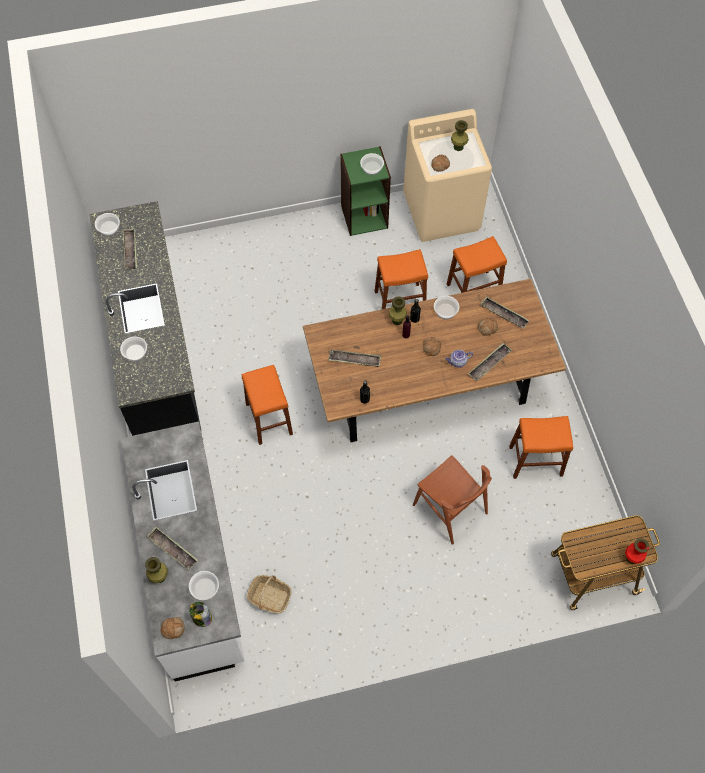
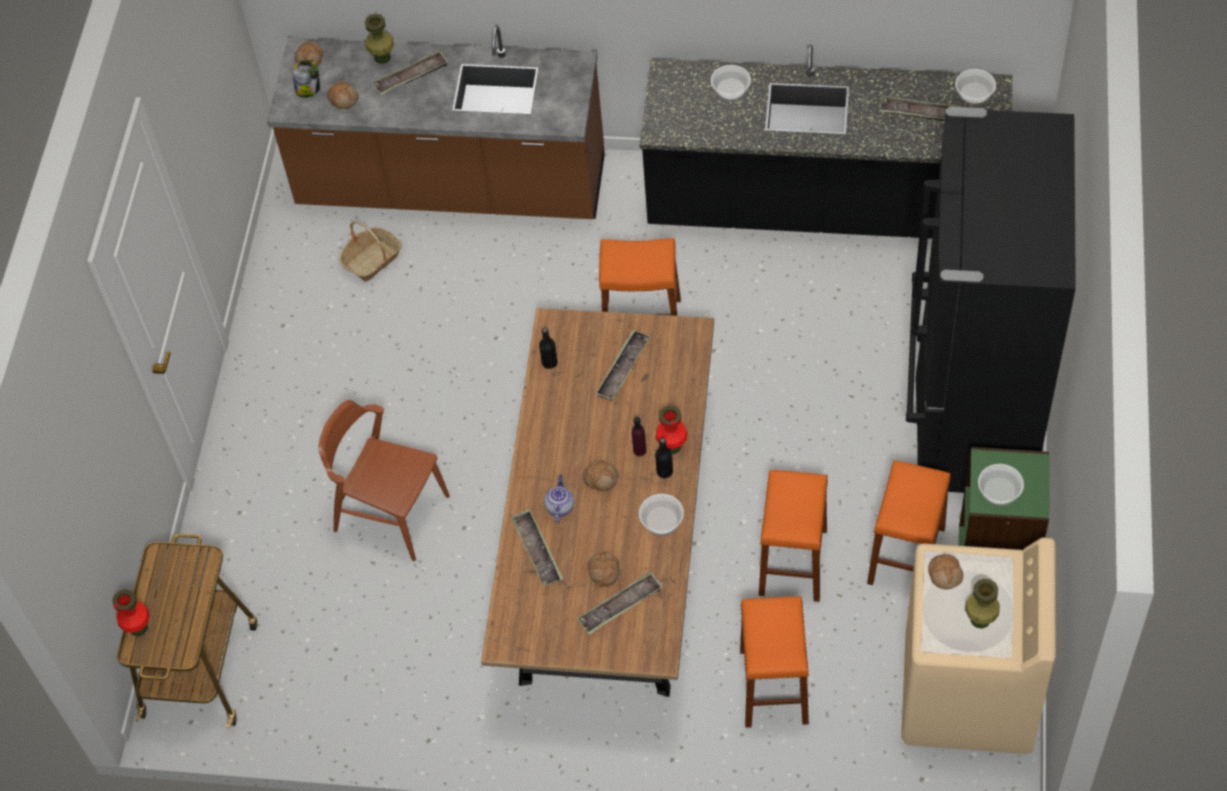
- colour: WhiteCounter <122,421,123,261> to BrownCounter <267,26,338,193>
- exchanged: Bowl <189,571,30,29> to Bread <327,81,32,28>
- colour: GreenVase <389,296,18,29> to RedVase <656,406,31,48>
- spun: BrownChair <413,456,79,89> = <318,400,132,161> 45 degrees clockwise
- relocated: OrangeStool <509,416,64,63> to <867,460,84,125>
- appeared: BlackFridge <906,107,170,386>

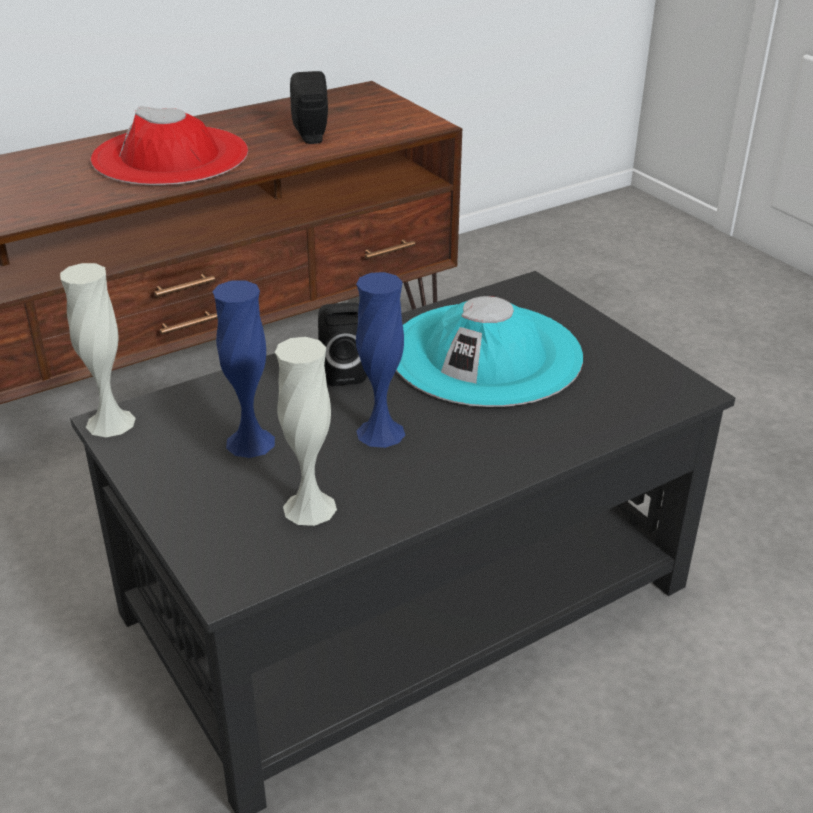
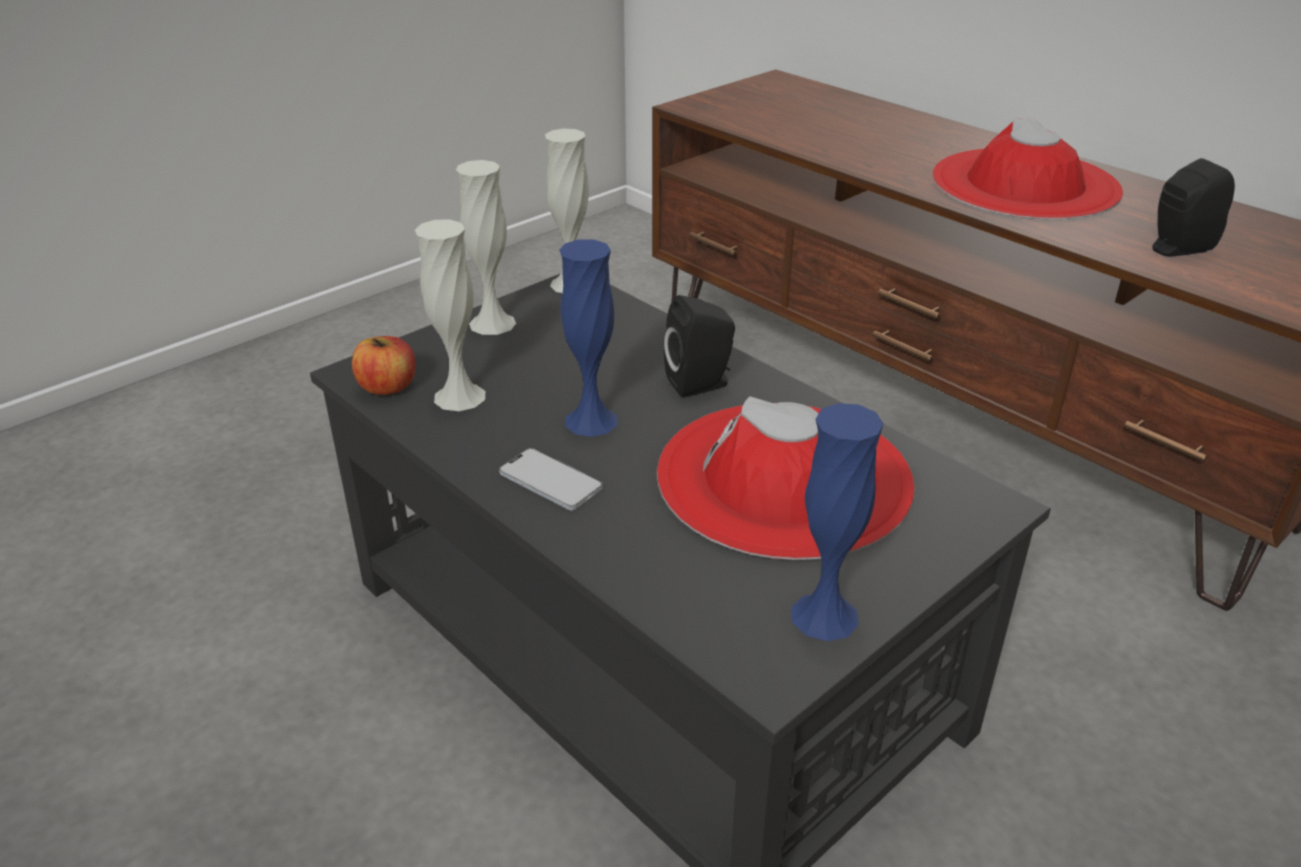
- relocated: BlueVase <212,280,63,178> to <791,403,93,238>
- colour: TurquoiseHat <396,296,187,111> to RedHat <657,396,257,164>
- appeared: Apple <352,336,64,59>
- appeared: WhiteVase <456,160,60,175>
- appeared: Phone <499,448,104,63>

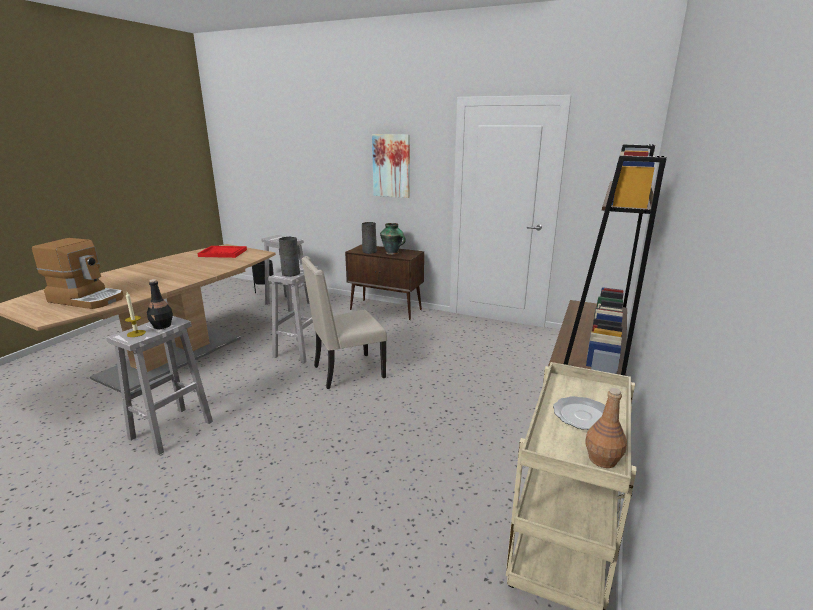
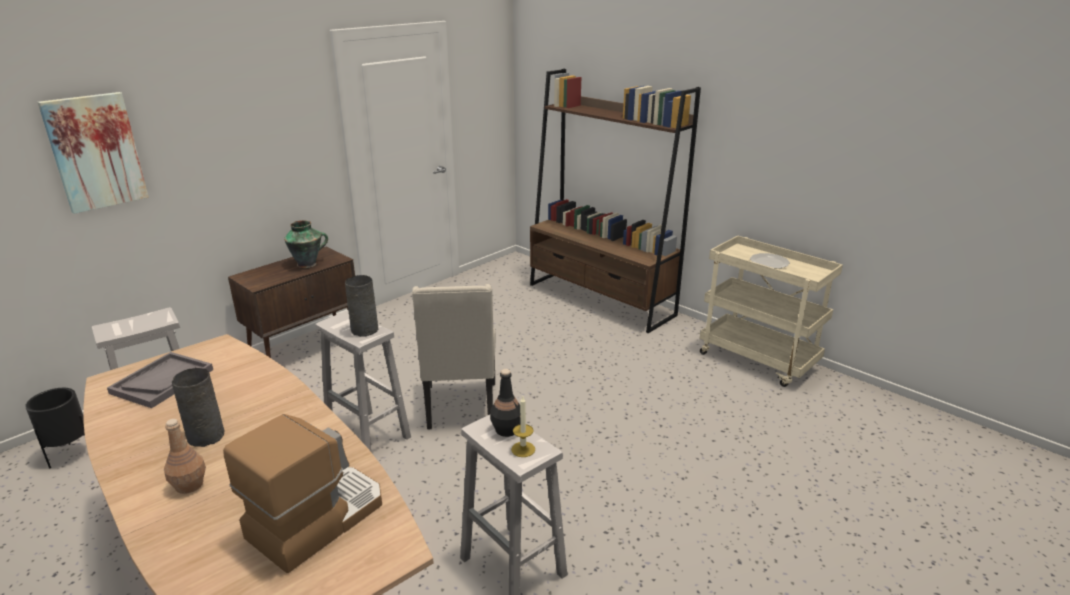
- colour: RedTray <198,246,49,12> to GreyTray <107,352,106,56>
- relocated: GreyVase <362,222,15,32> to <172,368,52,79>
- relocated: Picture <372,134,38,64> to <37,92,112,122>
- relocated: BrownBottle <585,388,42,80> to <164,419,42,75>

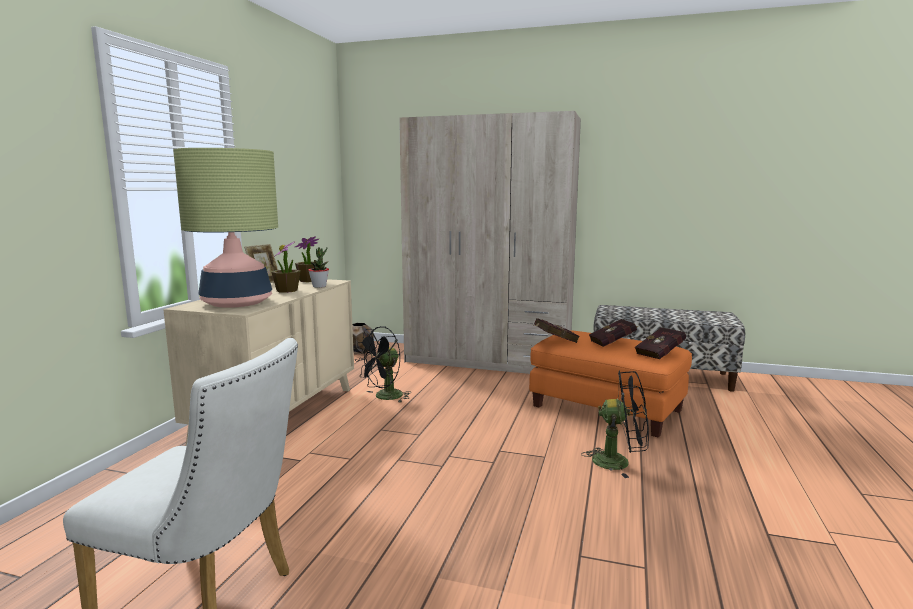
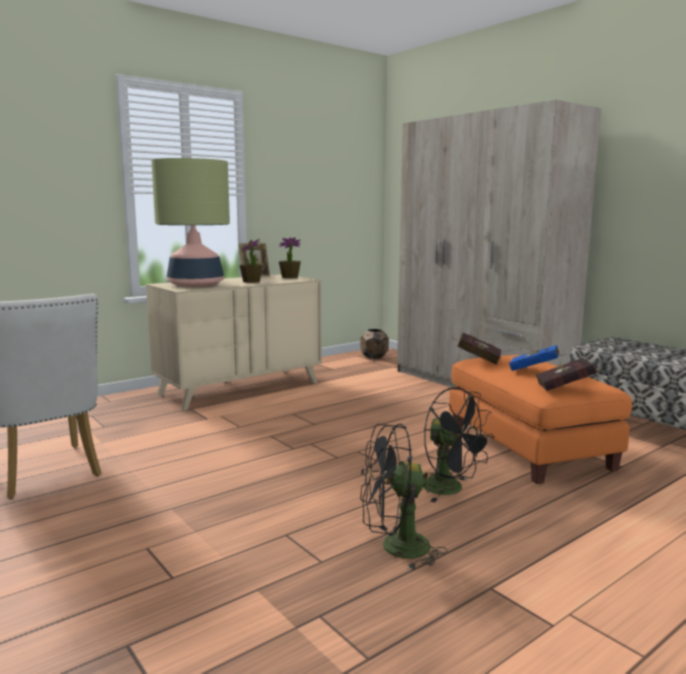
- missing: PottedPlant <308,247,21,41>
- relocated: BlackFan <355,326,55,76> to <360,424,87,146>
- colour: RedBook <589,319,50,28> to BlueBook <509,345,57,26>

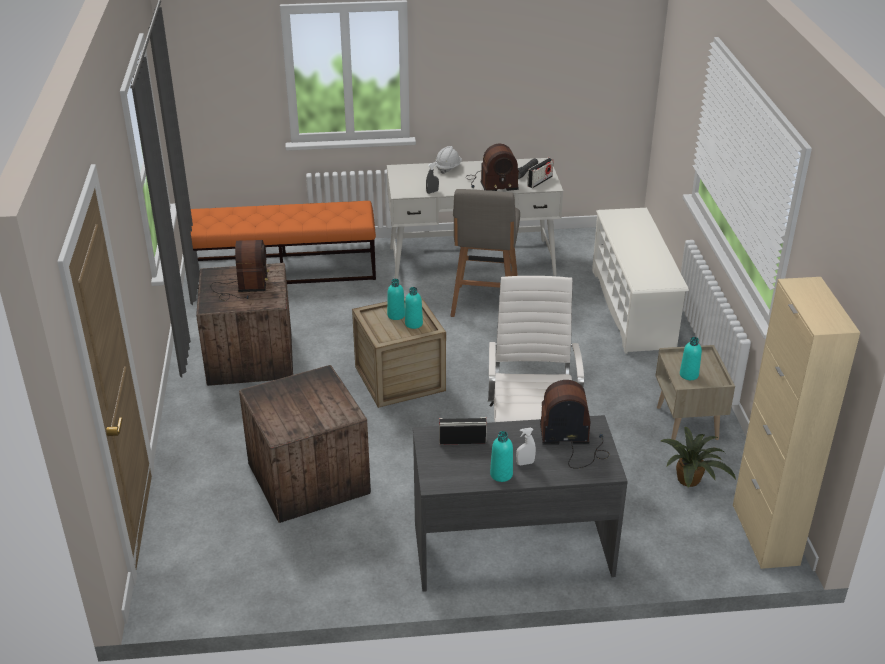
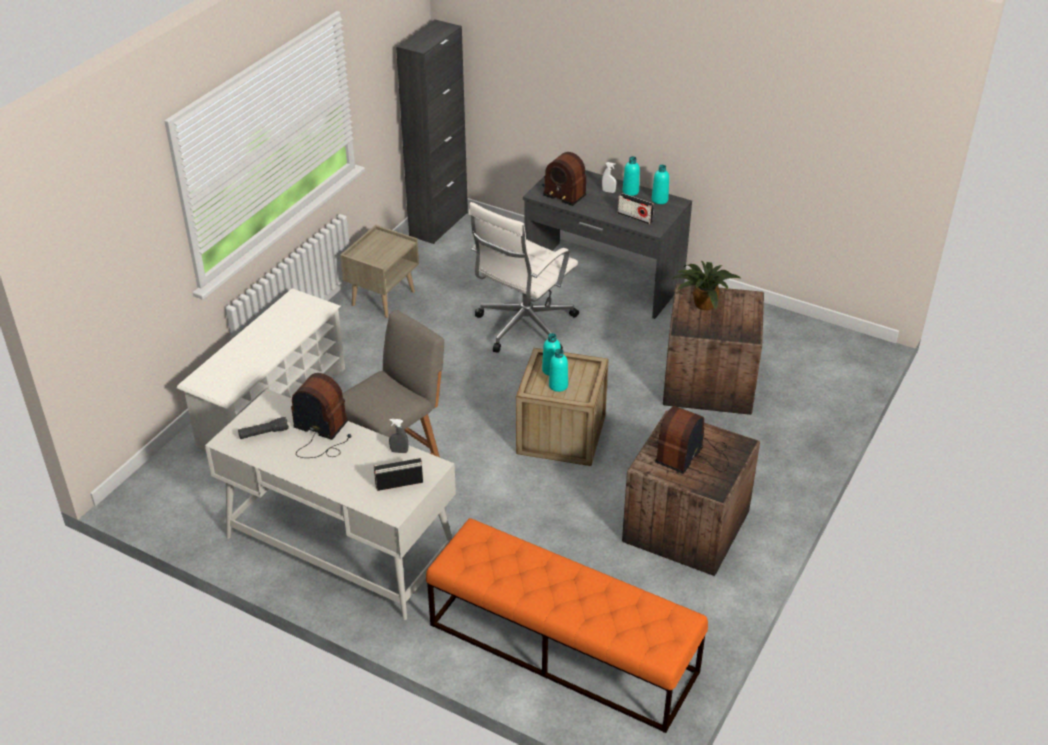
- missing: WhiteHardHat <435,146,27,28>
- relocated: Radio <527,158,27,30> to <374,457,49,34>
- relocated: PottedPlant <659,427,77,61> to <672,260,69,50>
- relocated: TurquoiseBottle <680,337,22,43> to <652,165,17,39>
- colour: BeigeCabinet <733,277,127,292> to BlackCabinet <396,19,72,225>

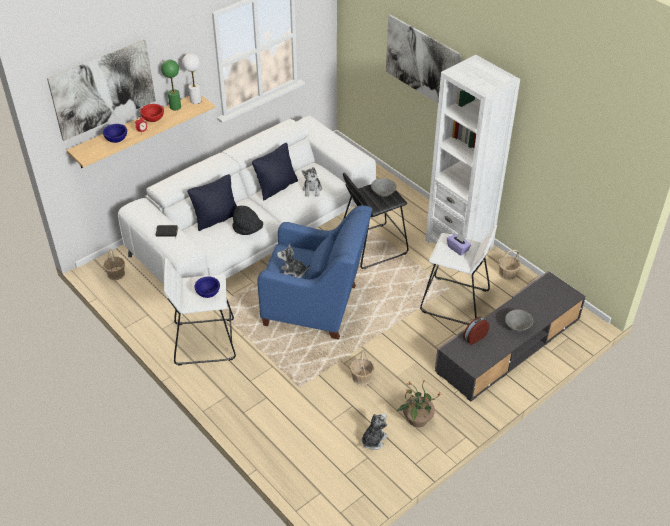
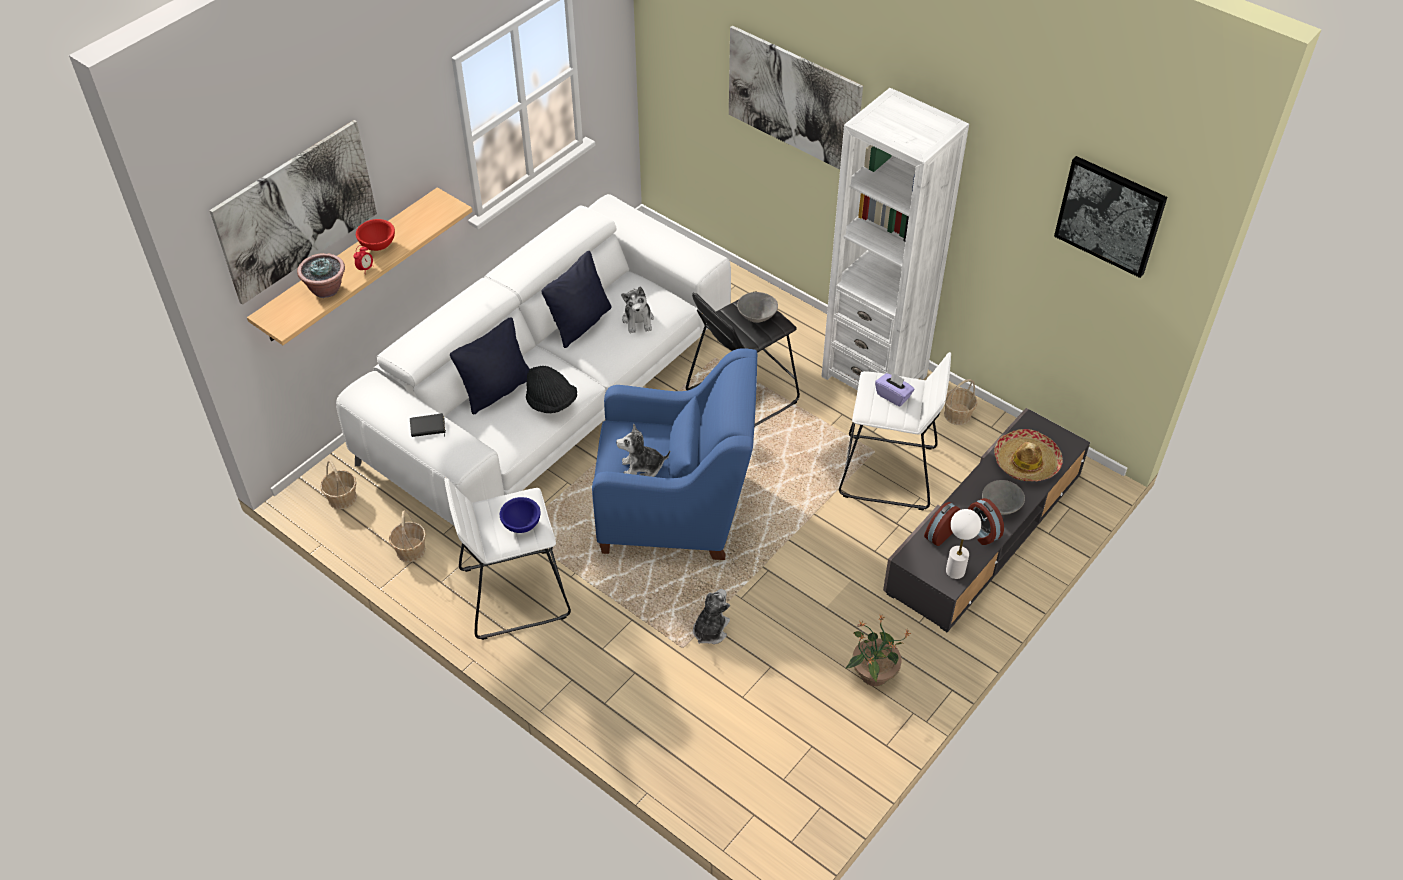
- exchanged: BlueBowl <103,124,24,19> to PottedPlant <297,253,48,45>
- missing: GreenTableLamp <161,60,20,50>
- relocated: WhiteTableLamp <182,53,20,51> to <946,509,35,70>
- relocated: Basket <350,350,24,35> to <389,511,37,51>
- relocated: PlushToy <362,413,26,37> to <693,589,37,55>
- appeared: AlarmClock <968,498,36,47>
- appeared: Hat <994,429,69,52>
- appeared: Picture <1054,156,113,122>

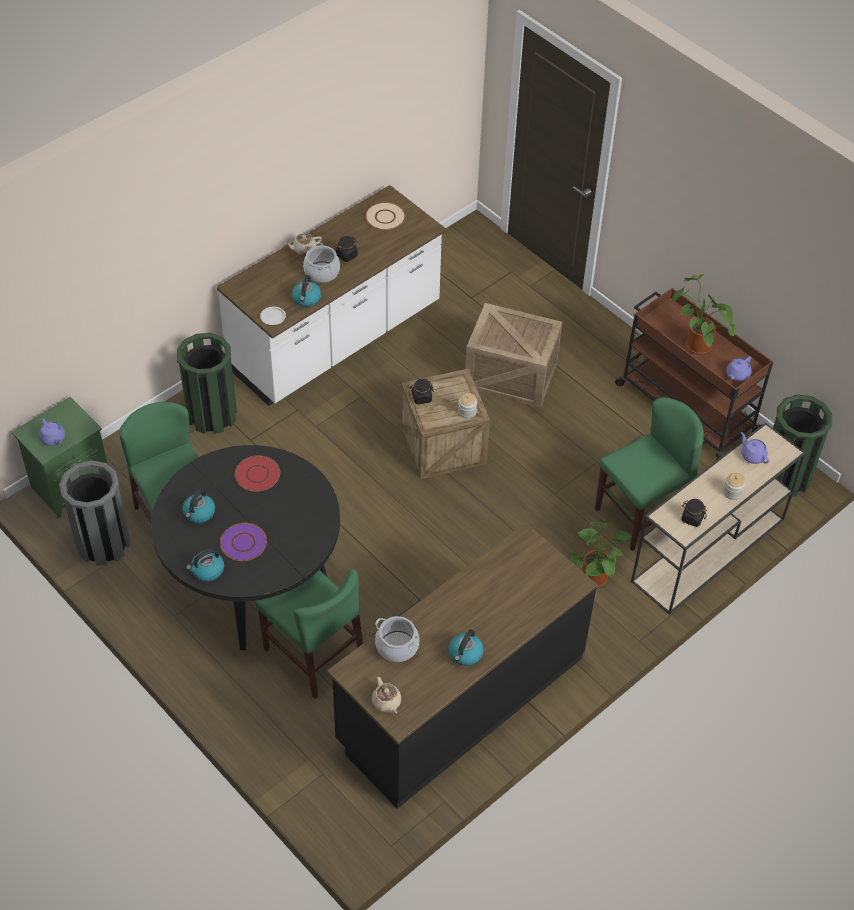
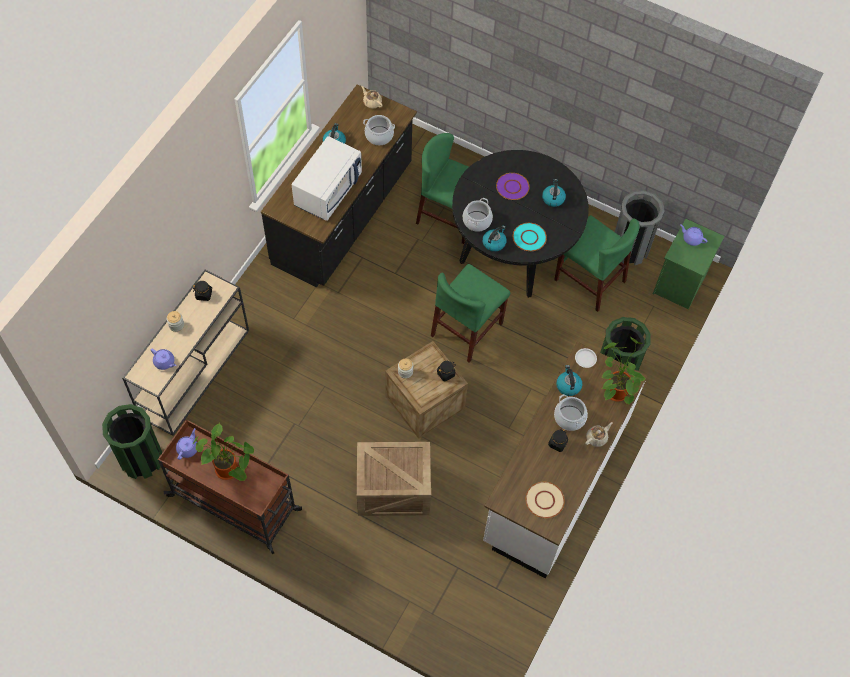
- relocated: Kettle <186,549,38,33> to <482,225,24,27>
- colour: RedPlate <235,456,45,36> to TurquoisePlate <513,223,34,28>
- relocated: PottedPlant <571,519,61,68> to <602,336,44,68>
- relocated: GreenChair <595,397,109,154> to <431,264,79,99>
- appeared: WhiteMicrowave <291,136,71,85>
- appeared: CookingPot <463,198,30,34>

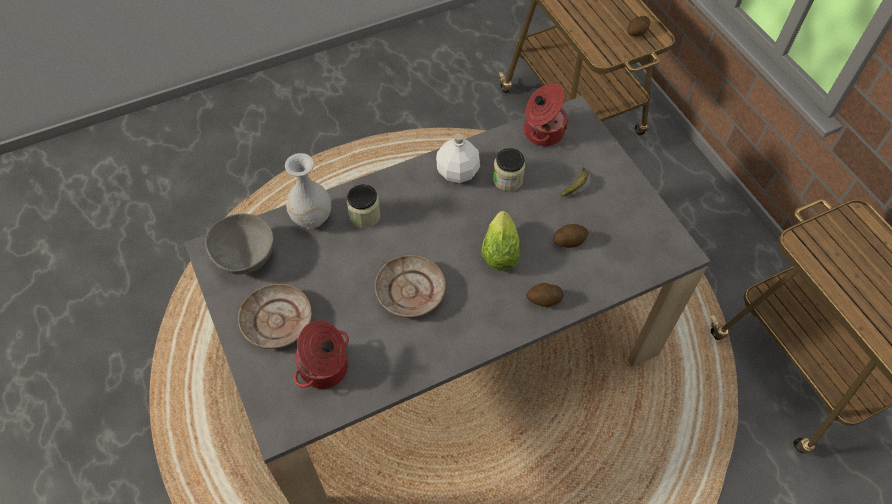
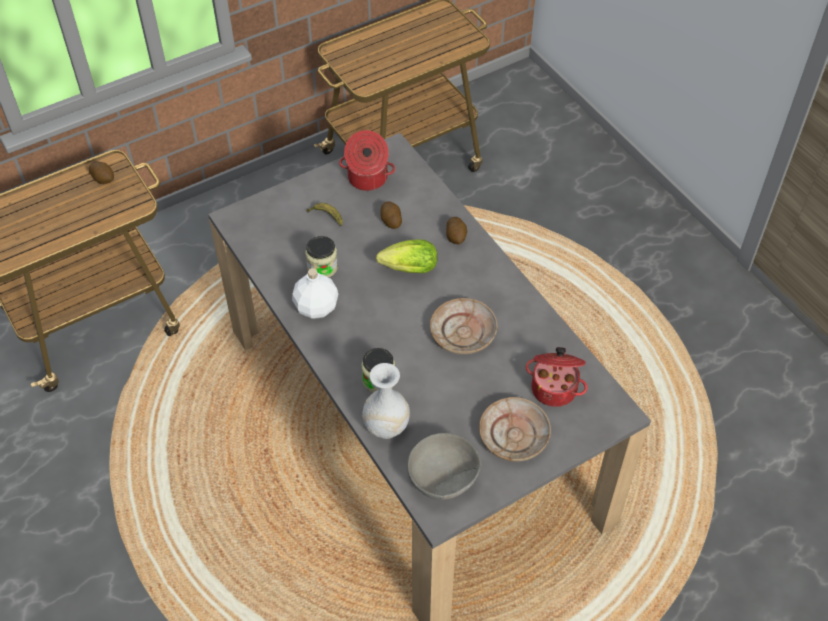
- relocated: CookingPot <524,84,44,62> to <339,130,56,61>

